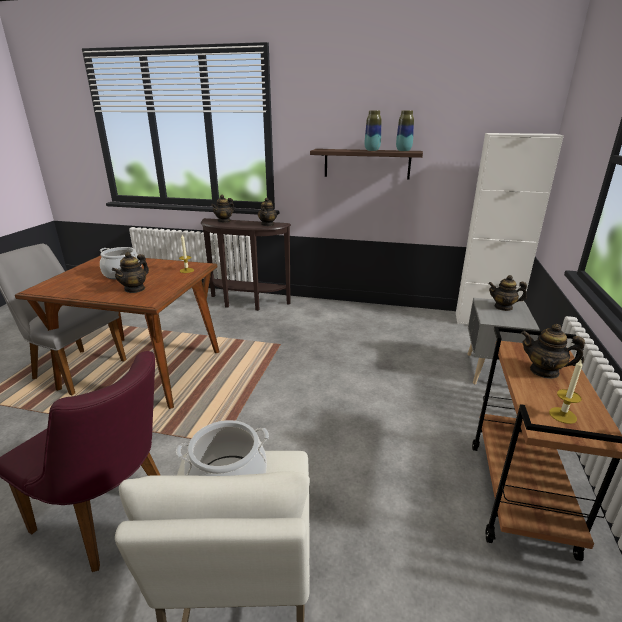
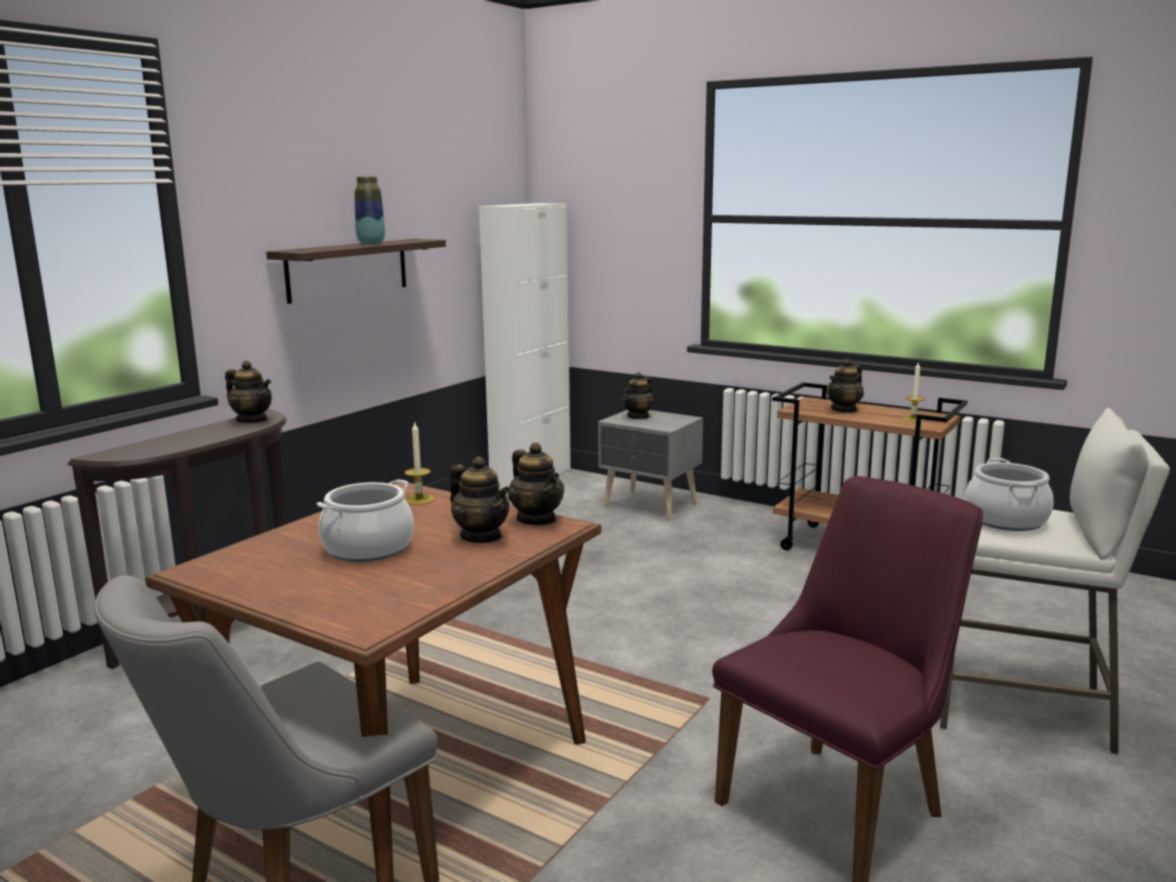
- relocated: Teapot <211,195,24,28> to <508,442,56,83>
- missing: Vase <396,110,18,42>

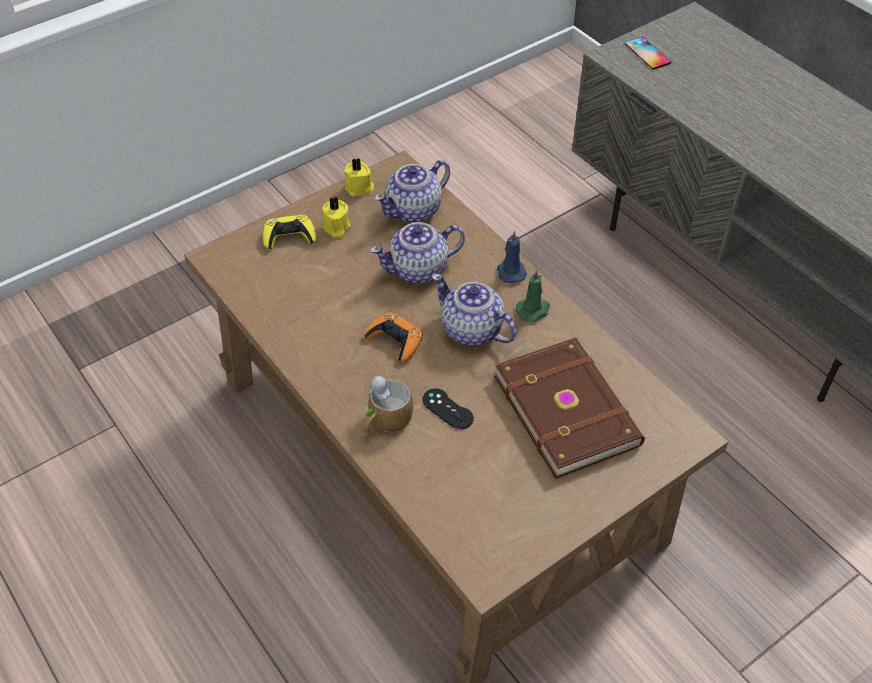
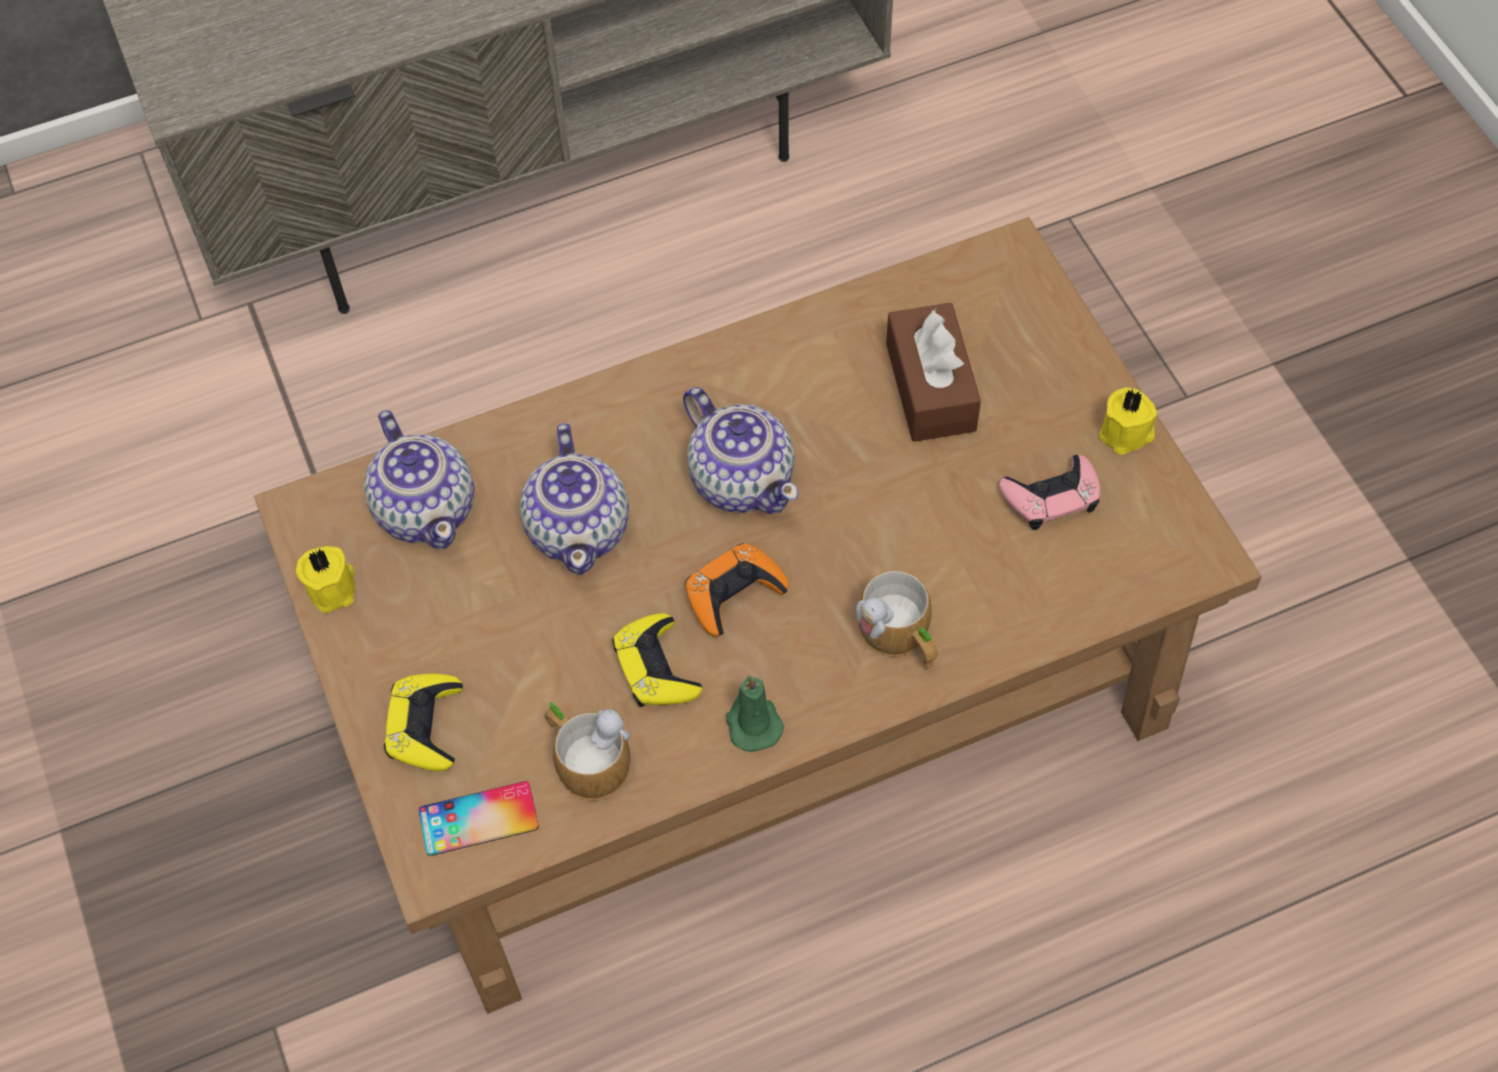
- relocated: YellowCandle <322,196,29,42> to <1099,387,58,68>
- missing: BlackGameController <422,389,52,41>
- spun: Teapot <432,274,85,72> = <683,387,115,127> 90 degrees counterclockwise
- exchanged: BrownBook <494,338,151,141> to BrownTissueBox <886,303,95,139>
- missing: BlueCandle <497,231,30,52>
- relocated: GreenCandle <516,270,34,52> to <726,675,58,77>
- relocated: Phone <625,37,46,32> to <419,781,120,75>
- appeared: Mug <544,702,86,99>
- appeared: YellowGameController <612,613,90,94>
- appeared: PinkGameController <999,454,101,76>

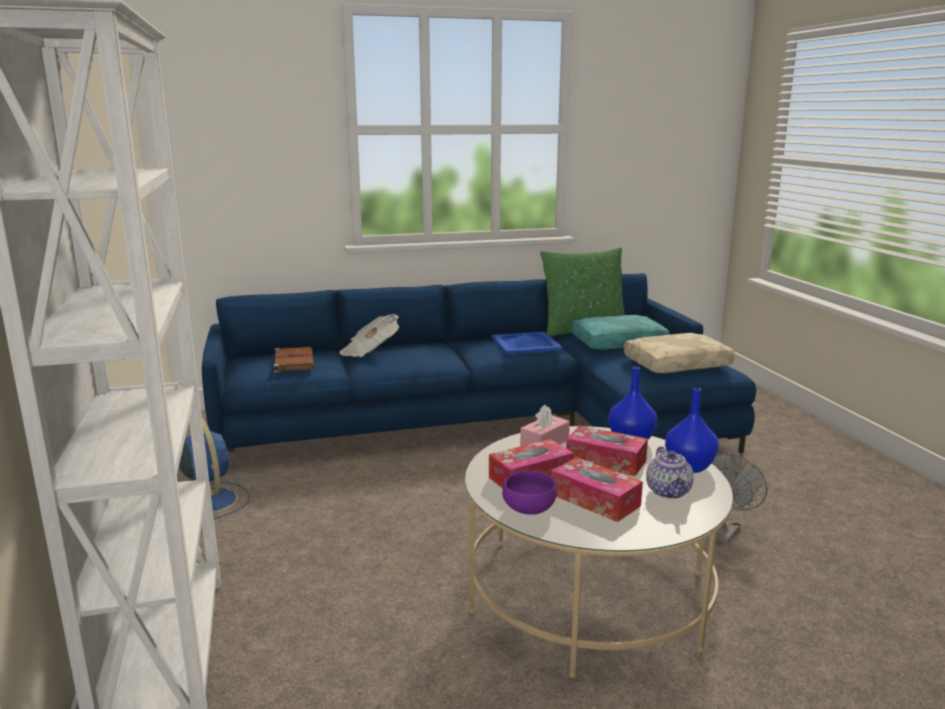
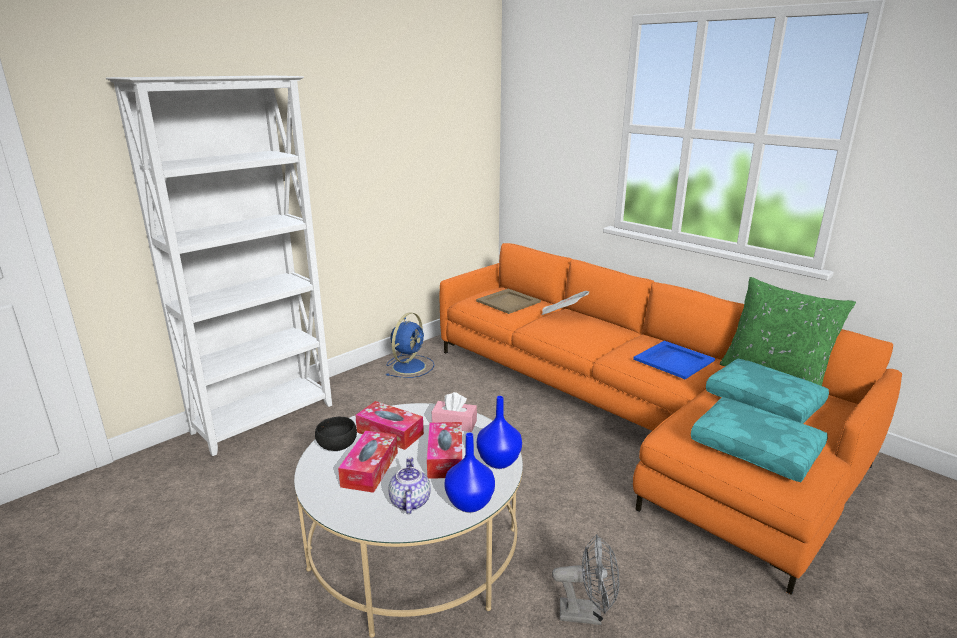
- colour: BlueSofa <202,273,554,180> to OrangeSofa <439,243,463,352>
- exchanged: BrownBook <274,347,40,26> to BeigeTray <476,289,65,25>
- colour: PurpleBowl <502,471,55,44> to BlackBowl <315,417,42,34>
- colour: BeigePillow <624,333,111,40> to TurquoisePillow <691,397,137,85>
- spun: Teapot <646,446,48,53> = <389,457,42,57> 120 degrees clockwise

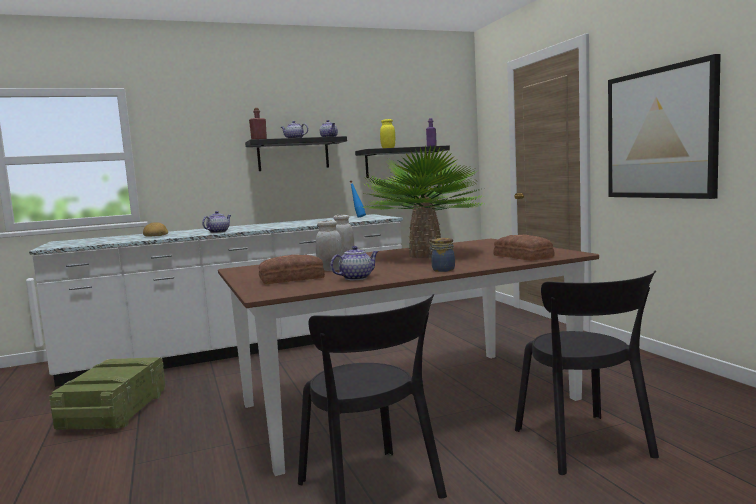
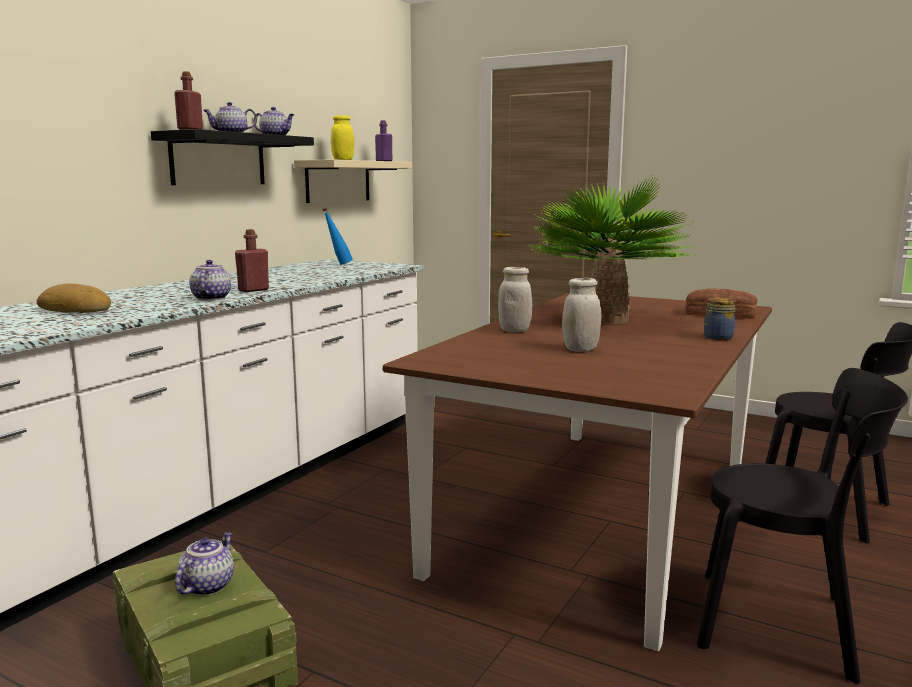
- missing: Bread <259,255,66,29>
- relocated: Teapot <330,246,48,34> to <175,532,59,64>
- colour: BlackShelf <355,145,95,33> to BeigeShelf <294,159,118,44>
- missing: Picture <608,54,113,145>
- appeared: RedBottle <235,229,34,63>

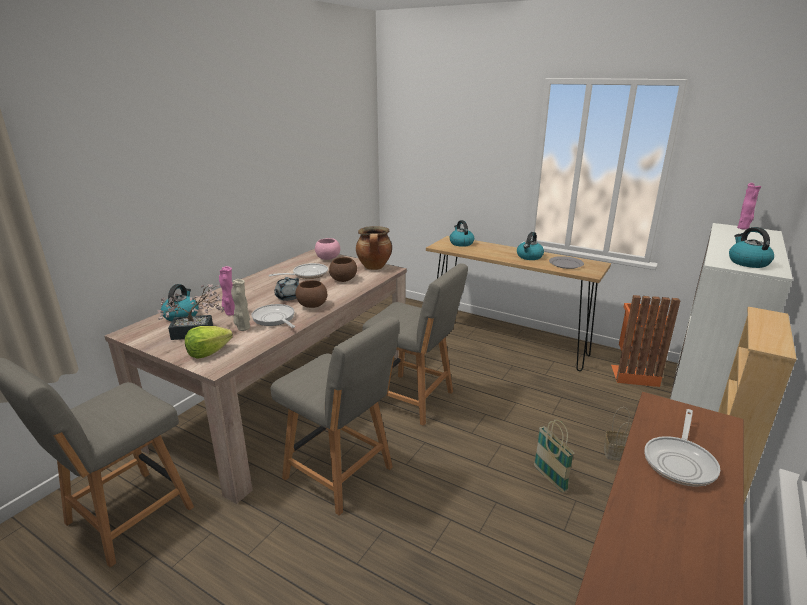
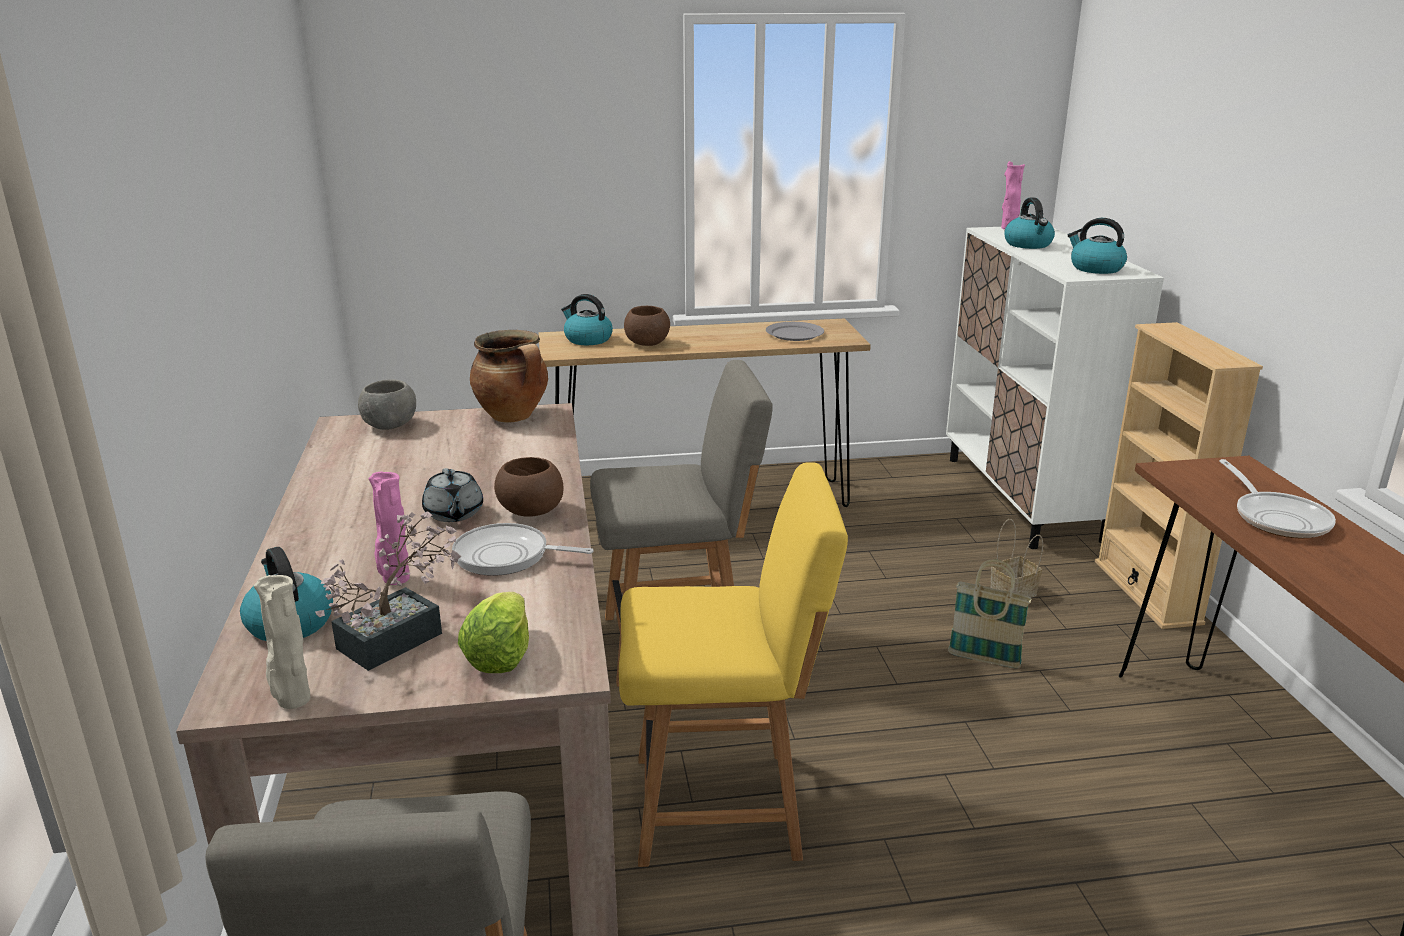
- relocated: BeigeVase <231,279,19,52> to <254,575,56,134>
- missing: FryingPan <269,263,59,16>
- colour: GreyChair <270,317,130,199> to YellowChair <619,462,229,405>
- colour: PinkBowl <315,238,25,22> to GreyBowl <358,380,58,50>
- relocated: BrownBowl <329,257,28,25> to <624,306,46,40>
- relocated: Kettle <517,232,27,28> to <1004,197,51,52>
- missing: OrangeTrashCan <611,295,69,92>

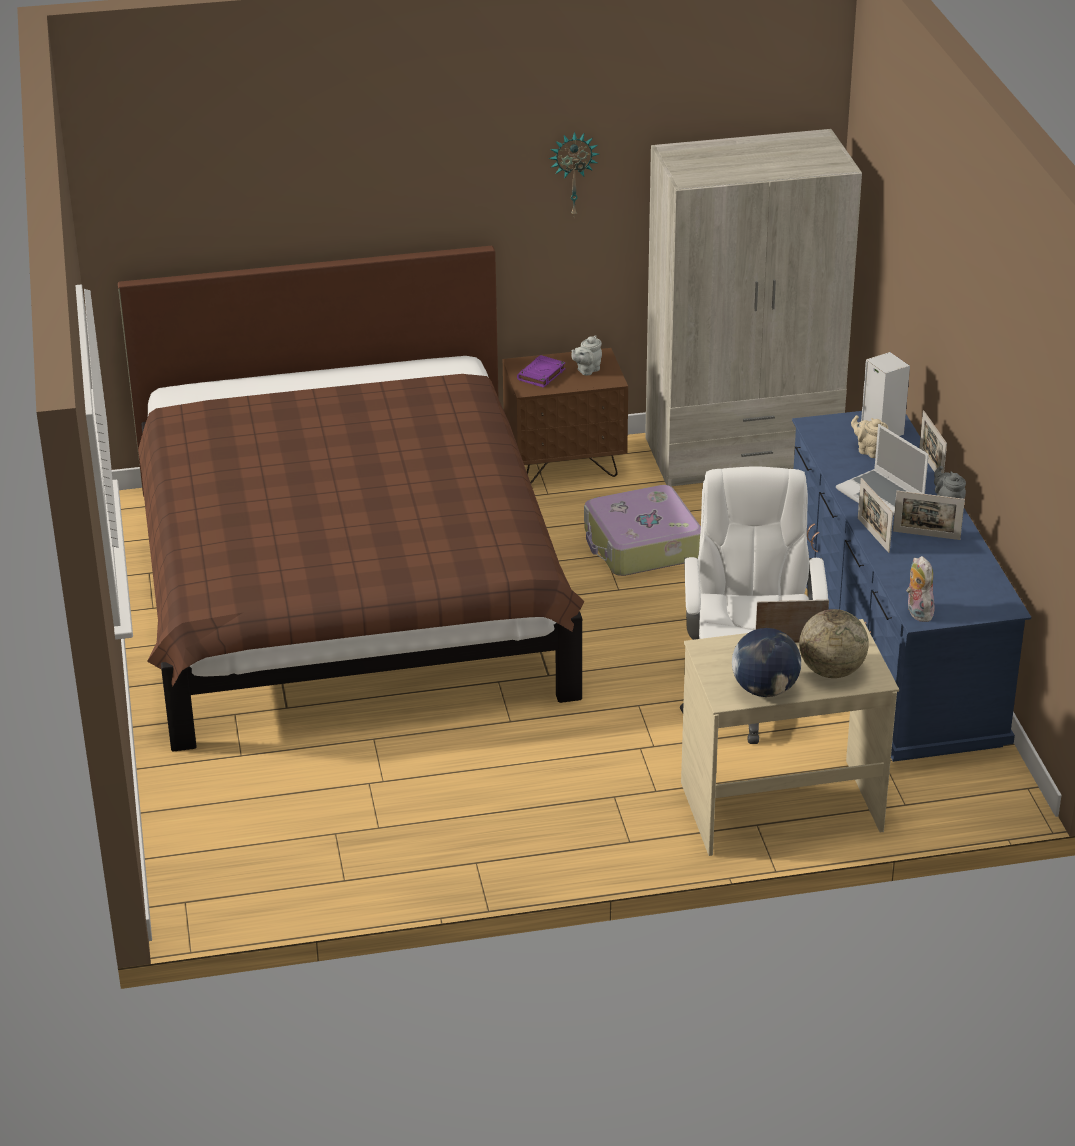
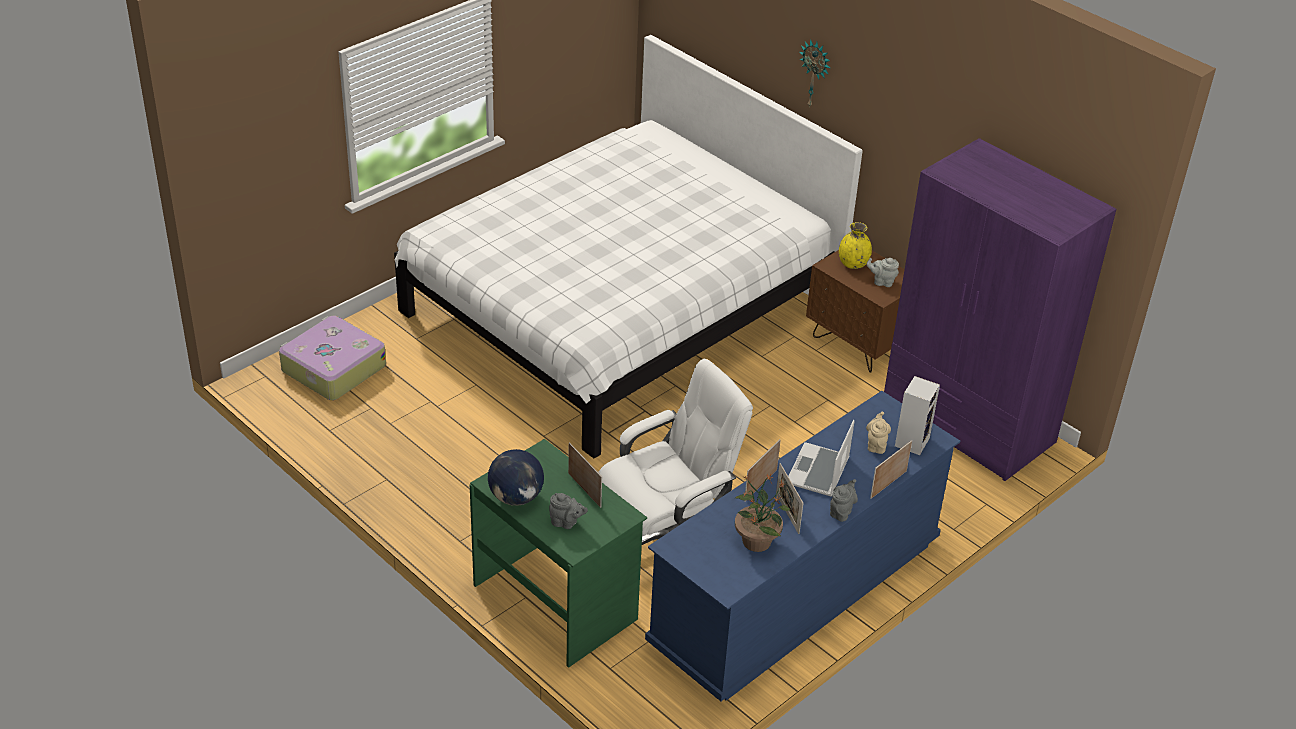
- colour: BrownBed <118,246,467,506> to WhiteBed <394,35,469,423>
- exchanged: PurpleBook <517,355,49,33> to YellowVase <839,222,33,47>
- relocated: WallClock <549,132,50,85> to <799,39,31,69>
- relocated: Suitcase <584,485,117,91> to <279,315,107,85>
- colour: BeigeWardrobe <645,129,217,357> to PurpleWardrobe <884,138,232,343>
- colour: BeigeDesk <681,619,218,237> to GreenDesk <470,439,177,228>
- exchanged: Globe <799,609,70,69> to GreyTeapot <549,493,39,36>
- missing: PlushToy <906,556,29,66>
- appeared: PottedPlant <735,474,55,78>

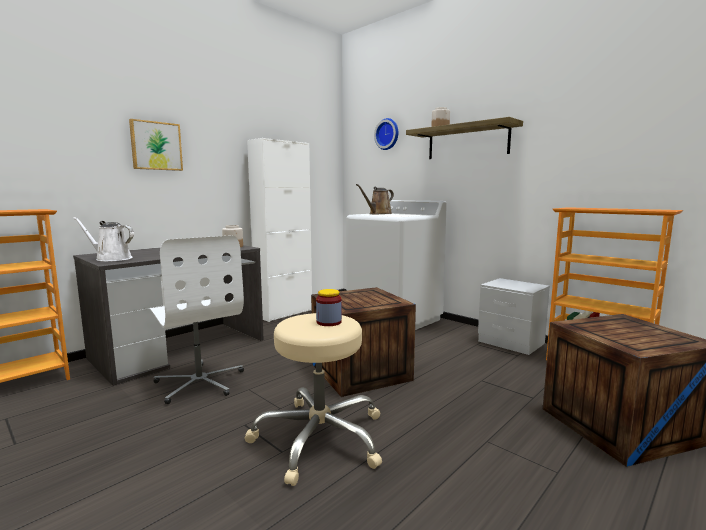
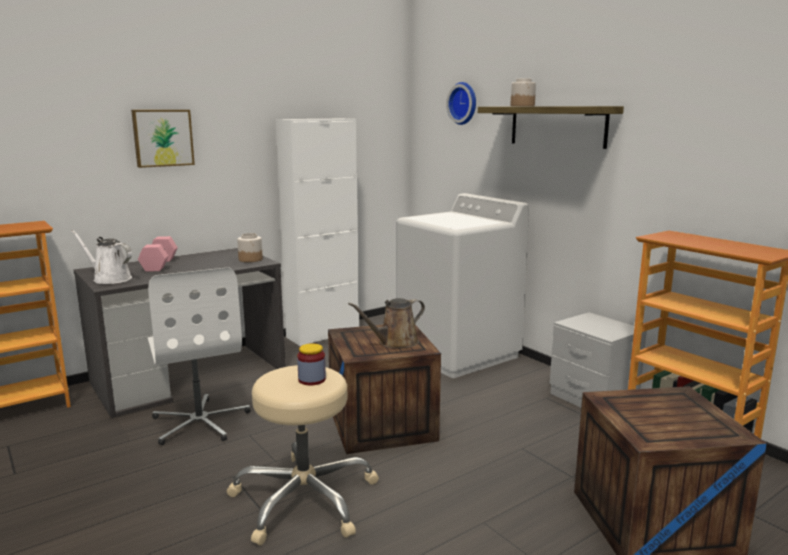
- relocated: BrownWateringCan <356,184,38,30> to <348,298,77,50>
- appeared: PinkDumbbell <138,236,40,36>

